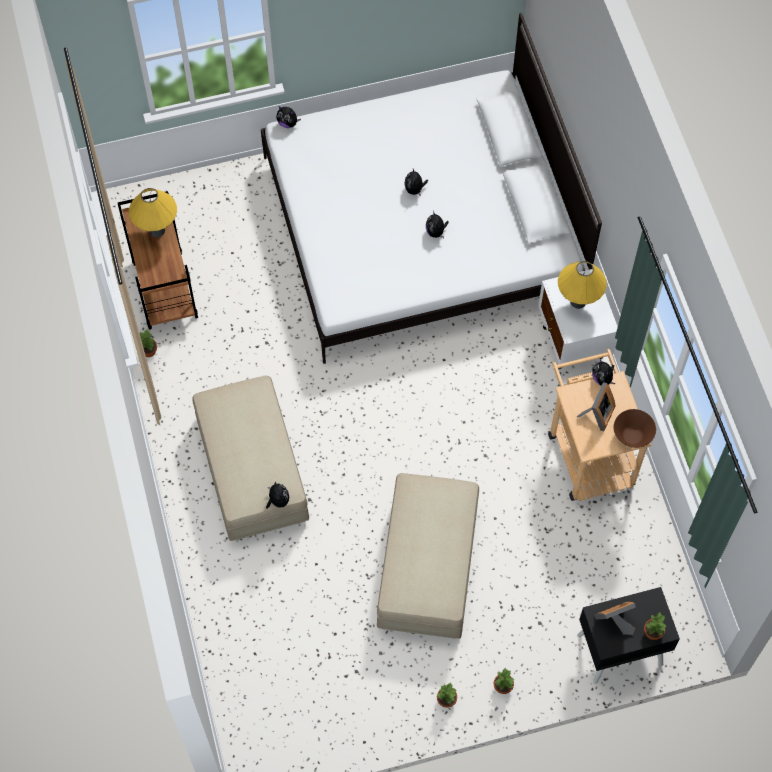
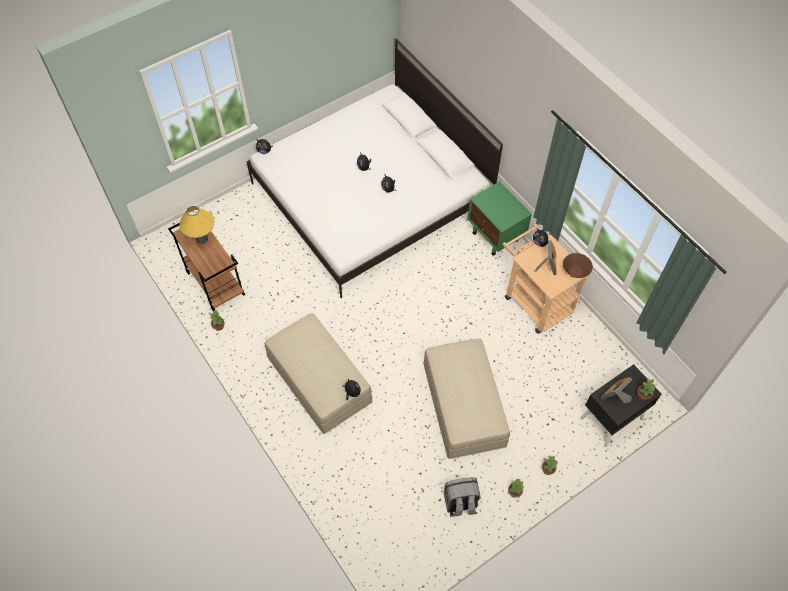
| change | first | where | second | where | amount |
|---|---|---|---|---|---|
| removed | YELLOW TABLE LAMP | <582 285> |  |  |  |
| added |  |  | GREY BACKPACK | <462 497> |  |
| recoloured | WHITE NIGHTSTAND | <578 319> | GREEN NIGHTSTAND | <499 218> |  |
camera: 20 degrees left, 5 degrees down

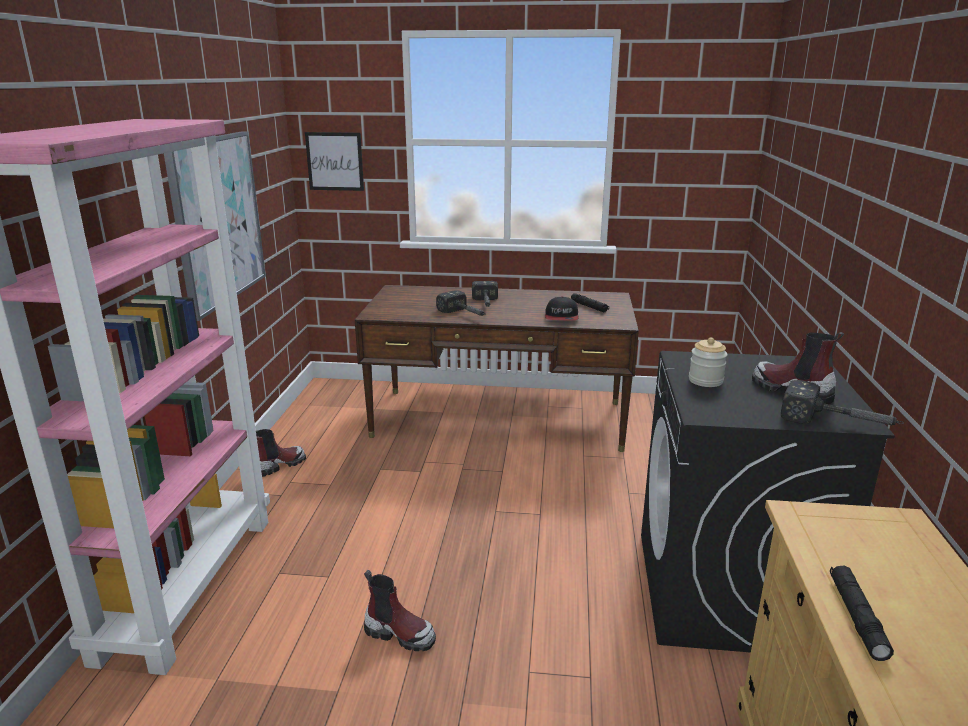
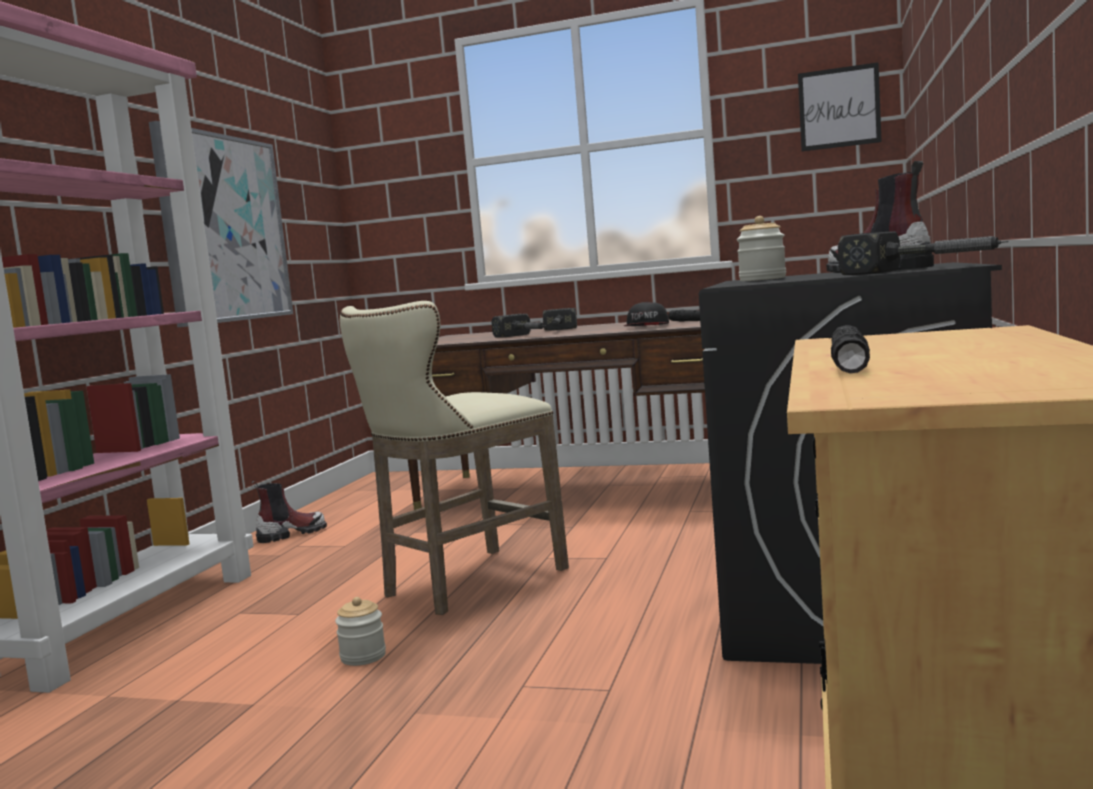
| change | first | where | second | where | amount |
|---|---|---|---|---|---|
| added |  |  | BEIGE STOOL | <454 458> |  |
| moved | PICTURE | <334 161> |  | <840 106> |  |
| replaced | BOOT | <400 610> | JAR | <360 631> |  |
camera: 10 degrees right, 15 degrees down

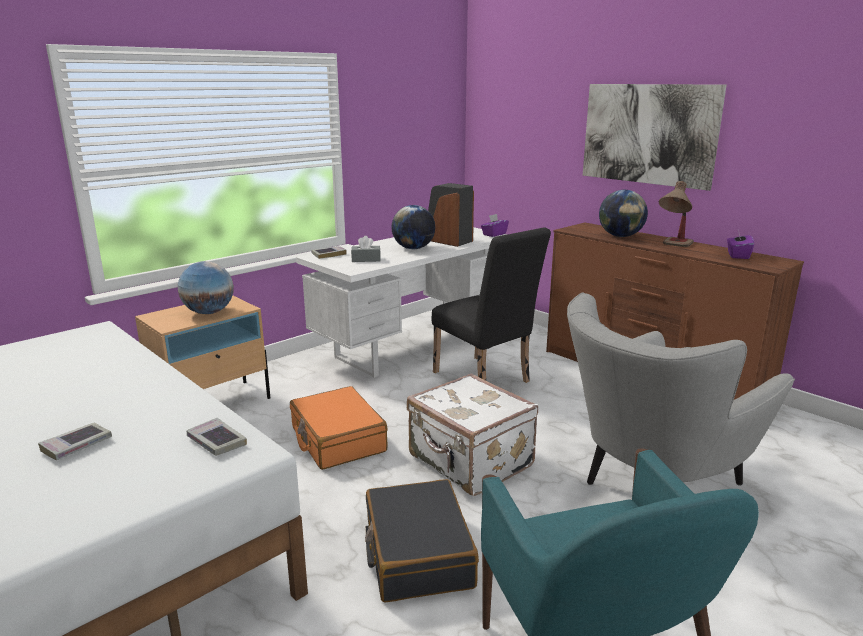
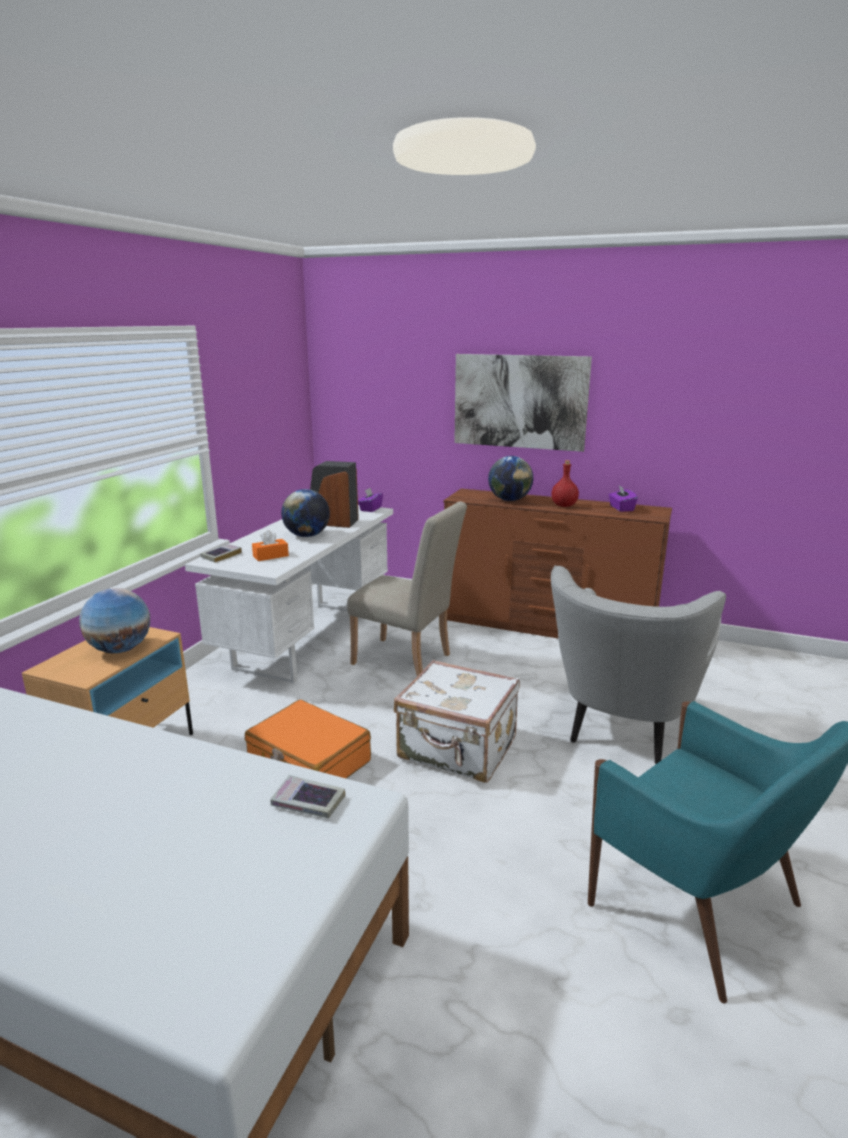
| change | first | where | second | where | amount |
|---|---|---|---|---|---|
| removed | BOOK | <75 441> |  |  |  |
| removed | BLACK SUITCASE | <422 541> |  |  |  |
| replaced | TABLE LAMP | <676 214> | RED BOTTLE | <565 483> |  |
| recoloured | GREY TISSUE BOX | <366 249> | ORANGE TISSUE BOX | <270 545> |  |
| recoloured | BLACK CHAIR | <491 305> | BEIGE CHAIR | <407 588> |  |
camera: 25 degrees left, 0 degrees up

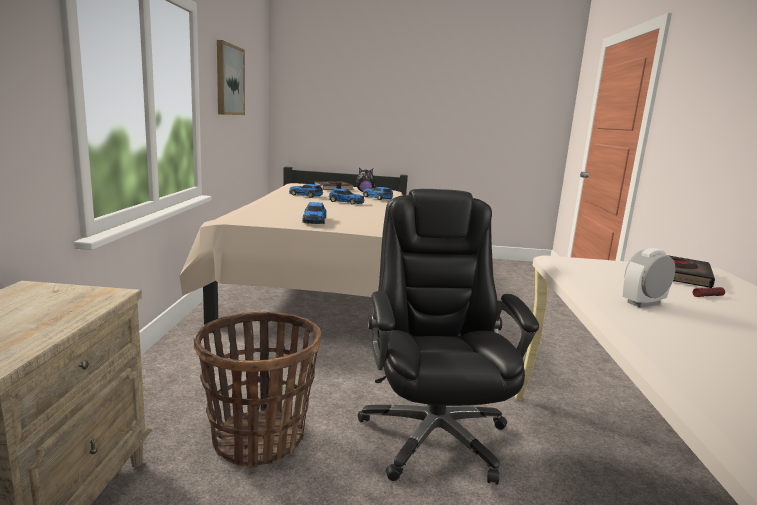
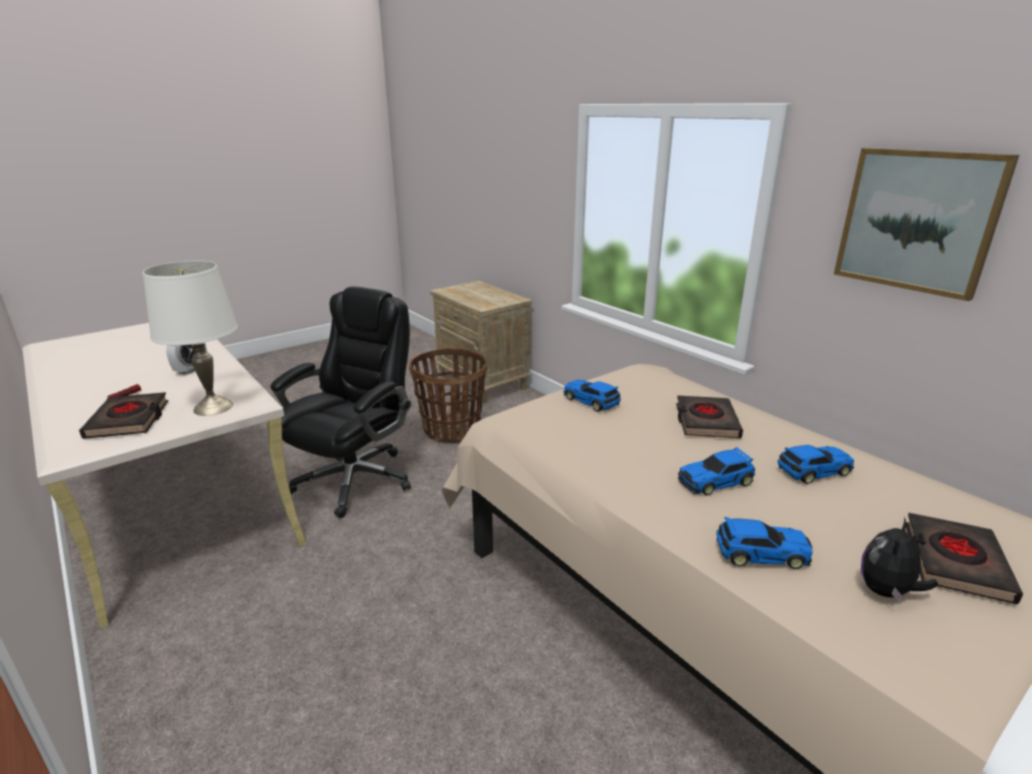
| change | first | where | second | where | amount |
|---|---|---|---|---|---|
| added |  |  | WHITE TABLE LAMP | <190 338> |  |
| added |  |  | BLACK BOOK | <709 416> |  |
| turned | BLACK OFFICE CHAIR | <448 337> |  | <340 402> | 105 degrees counterclockwise |
camera: 140 degrees right, 10 degrees up

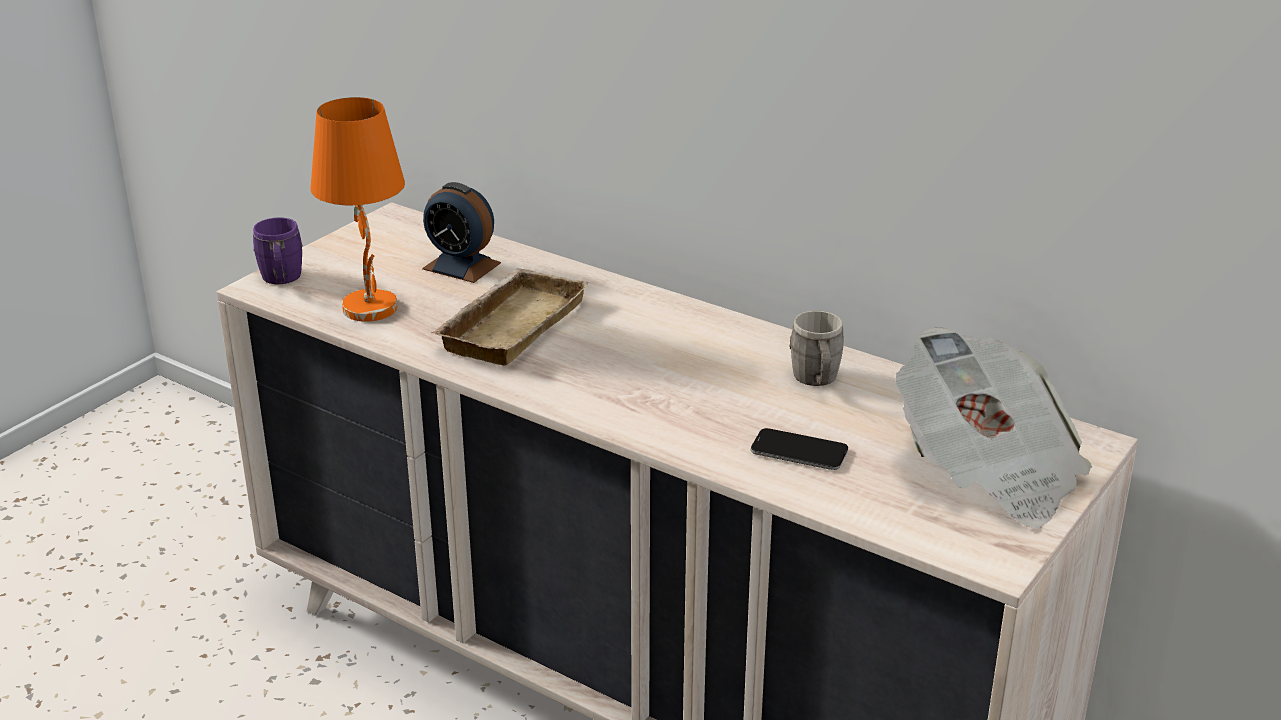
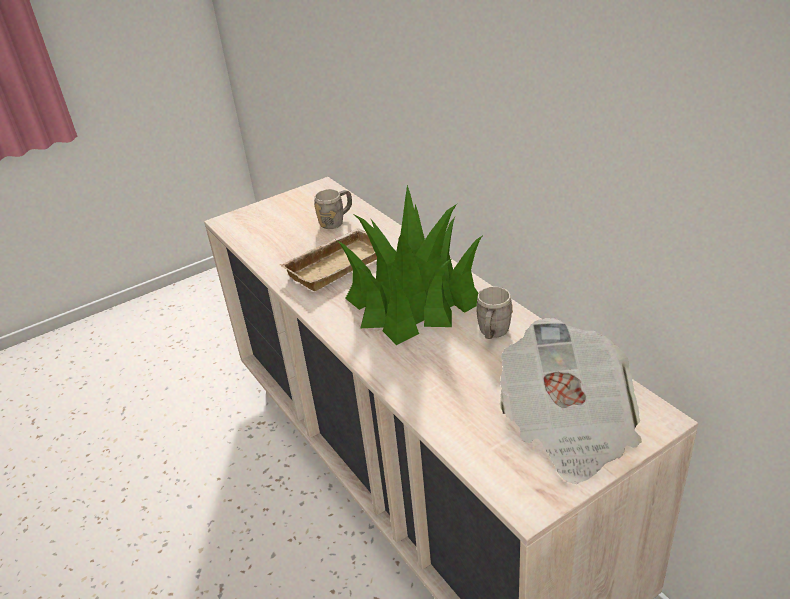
| change | first | where | second | where | amount |
|---|---|---|---|---|---|
| removed | PURPLE MUG | <278 250> |  |  |  |
| removed | ORANGE TABLE LAMP | <357 209> |  |  |  |
| removed | PHONE | <799 449> |  |  |  |
| added |  |  | POTTED PLANT | <409 265> |  |
| replaced | ALARM CLOCK | <461 232> | GREY MUG | <333 209> |  |
camera: 25 degrees right, 5 degrees up

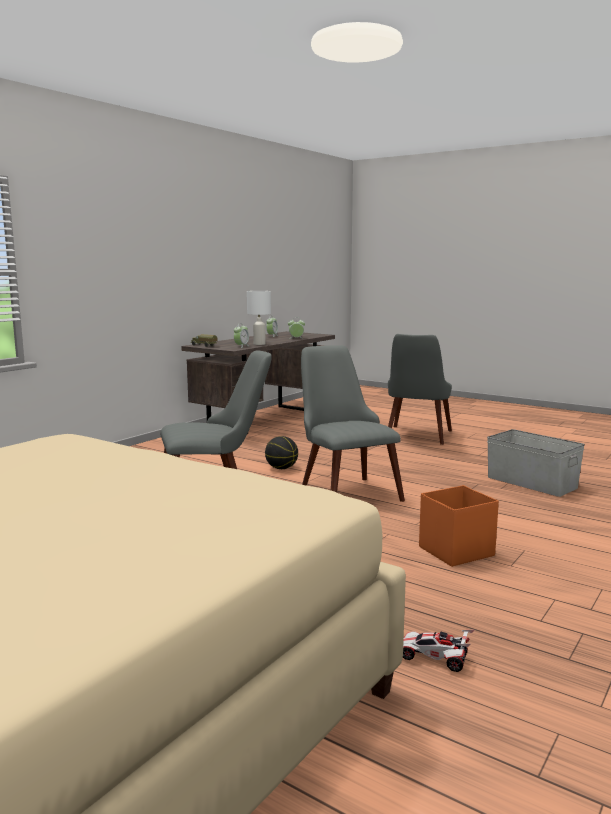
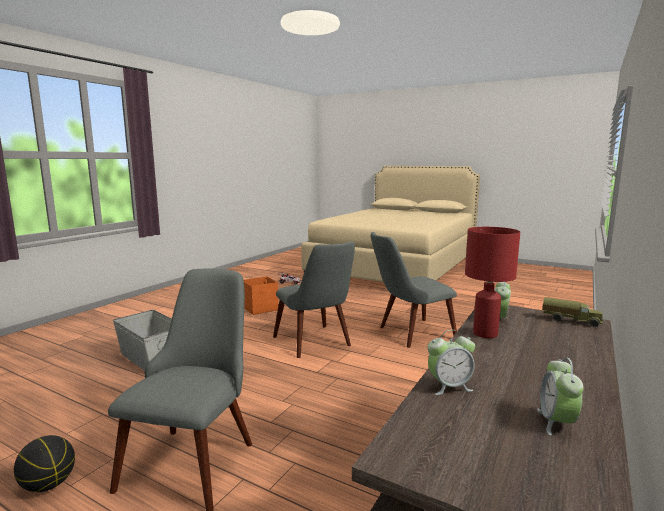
| change | first | where | second | where | amount |
|---|---|---|---|---|---|
| moved | BASKETBALL | <281 452> |  | <44 463> |  |
| recoloured | WHITE TABLE LAMP | <259 318> | RED TABLE LAMP | <492 282> |  |
camera: 175 degrees right, 0 degrees up

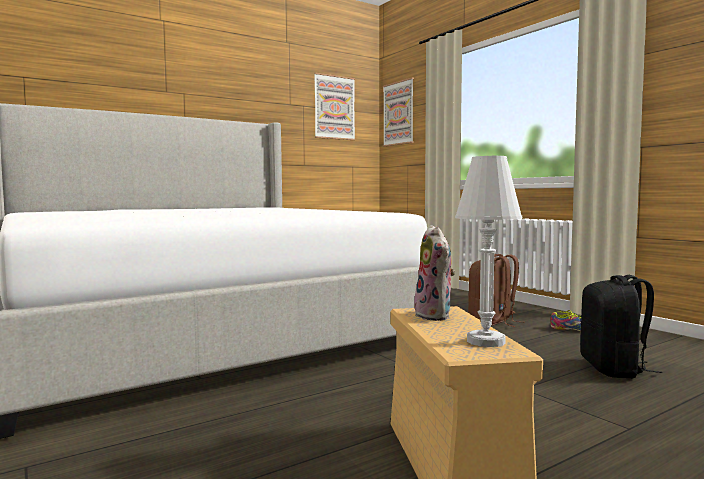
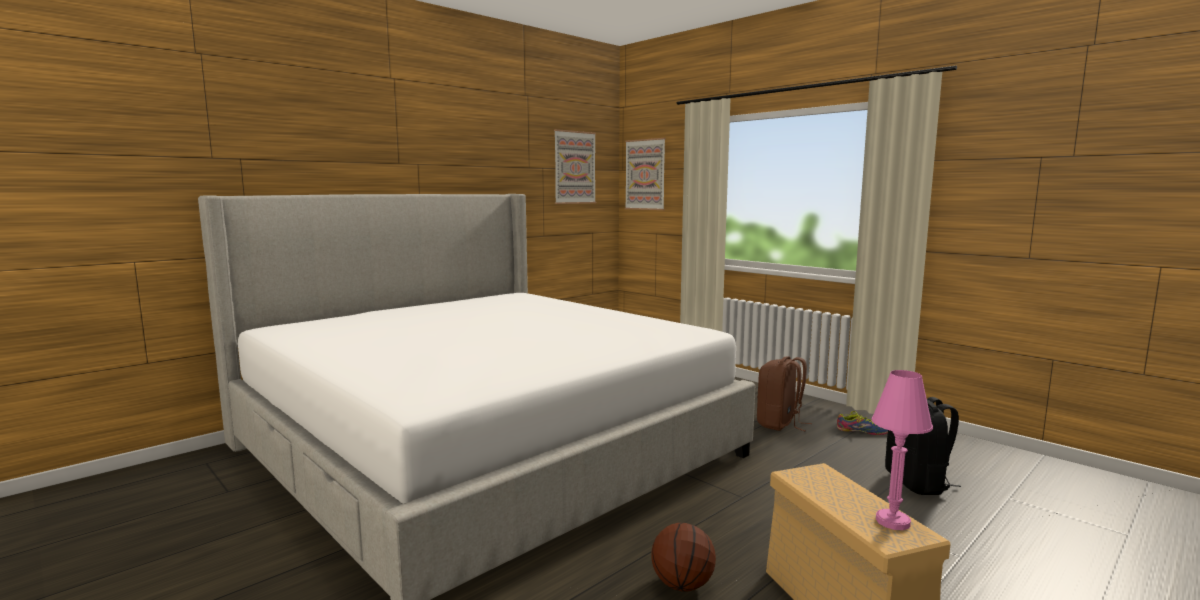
| change | first | where | second | where | amount |
|---|---|---|---|---|---|
| removed | PLUSH TOY | <434 273> |  |  |  |
| added |  |  | BASKETBALL | <683 557> |  |
| recoloured | WHITE TABLE LAMP | <489 251> | PINK TABLE LAMP | <902 450> |  |
camera: 10 degrees left, 5 degrees up

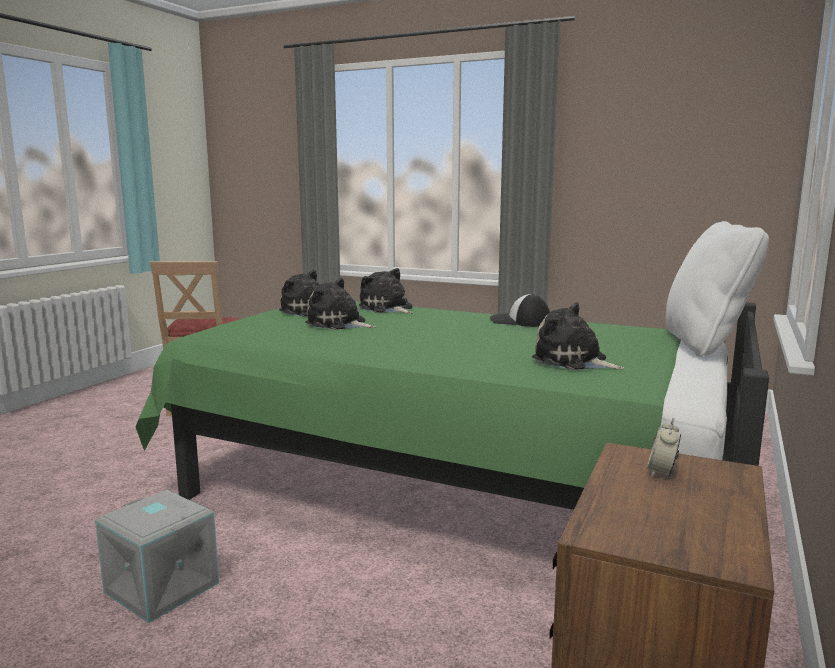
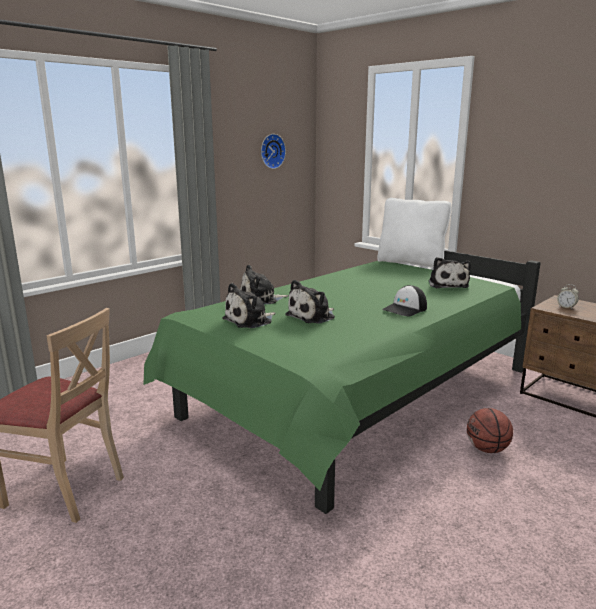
| change | first | where | second | where | amount |
|---|---|---|---|---|---|
| removed | GREY STORAGE BOX | <157 556> |  |  |  |
| added |  |  | WALL CLOCK | <273 151> |  |
| added |  |  | BASKETBALL | <490 430> |  |
| moved | CAP | <520 310> |  | <404 301> |  |
| turned | PLUSH TOY | <578 336> |  | <450 272> | 60 degrees counterclockwise |
camera: 70 degrees left, 5 degrees up

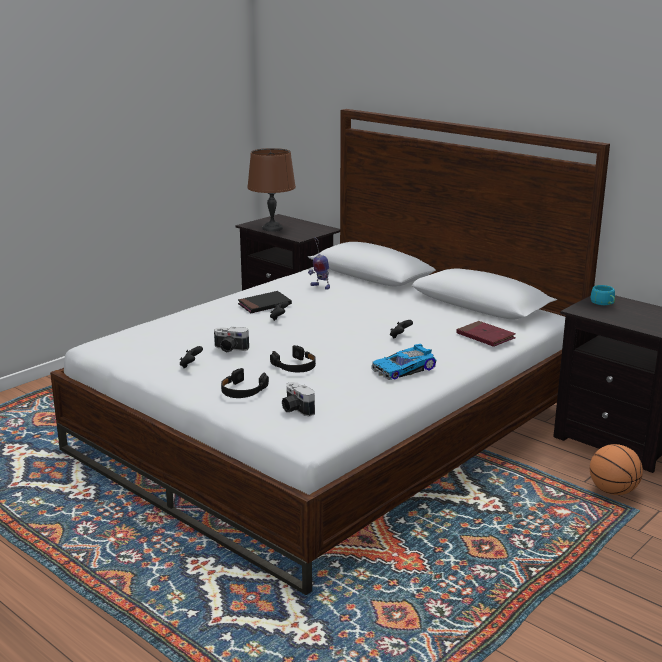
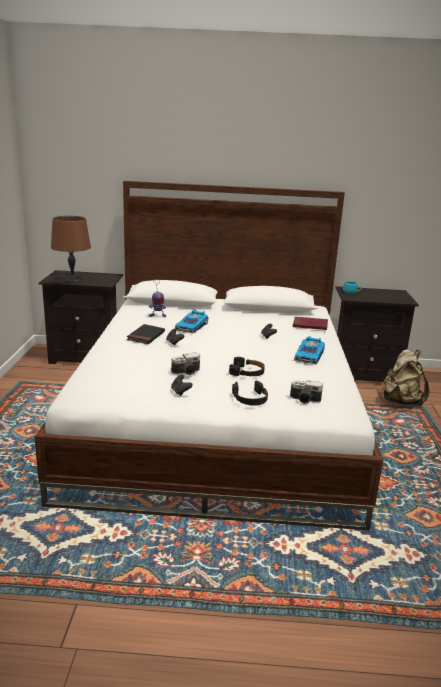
| change | first | where | second | where | amount |
|---|---|---|---|---|---|
| added |  |  | TOY CAR | <191 322> |  |
| replaced | BASKETBALL | <616 469> | BEIGE BACKPACK | <405 378> |  |
camera: 40 degrees left, 0 degrees up

